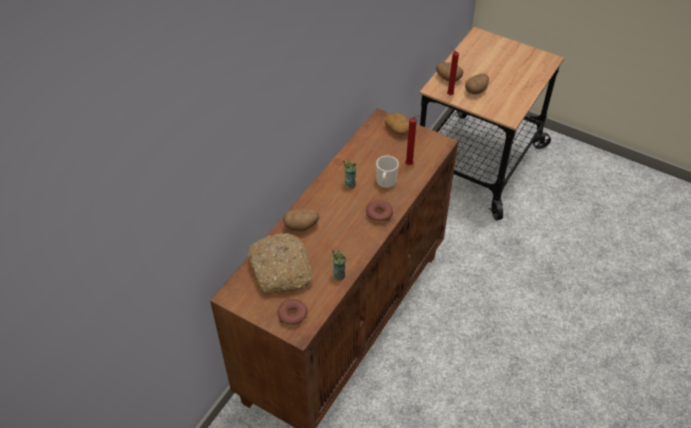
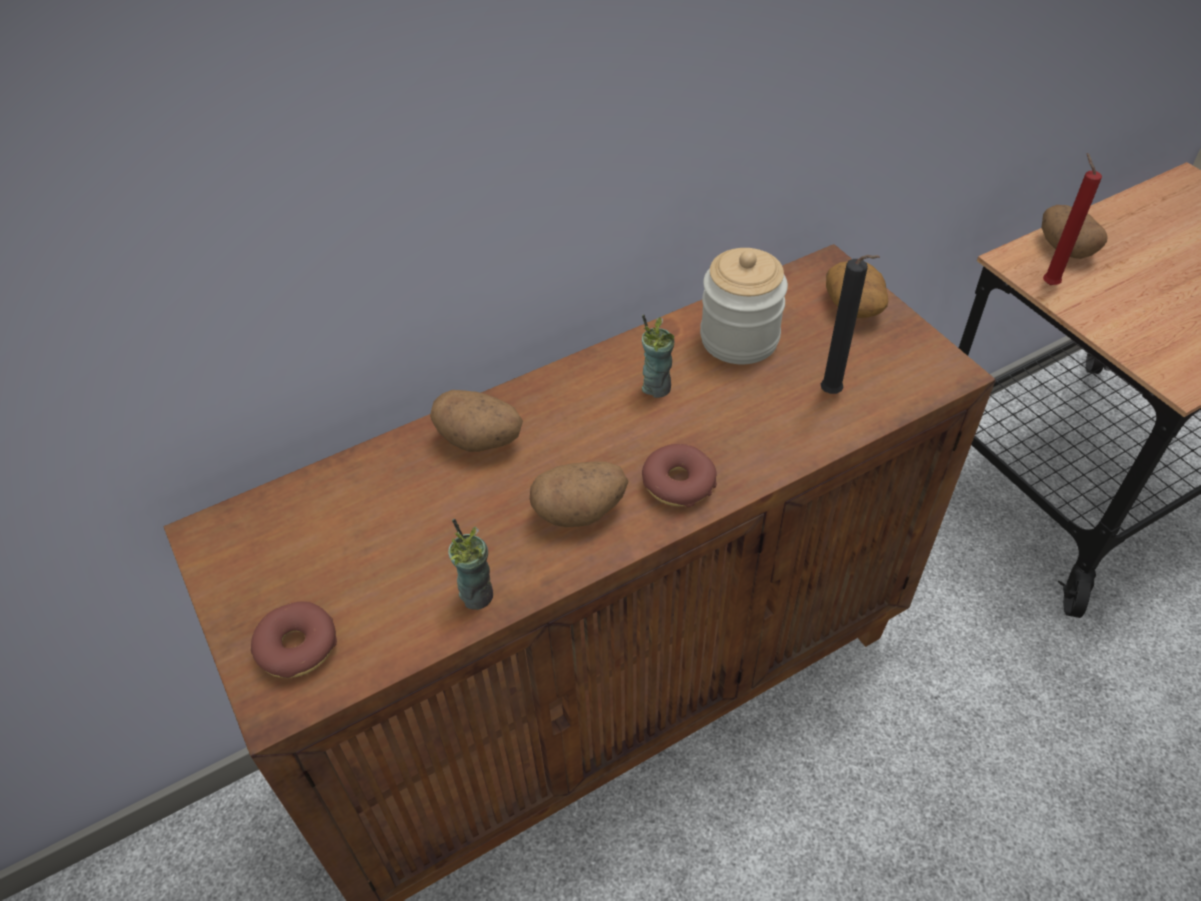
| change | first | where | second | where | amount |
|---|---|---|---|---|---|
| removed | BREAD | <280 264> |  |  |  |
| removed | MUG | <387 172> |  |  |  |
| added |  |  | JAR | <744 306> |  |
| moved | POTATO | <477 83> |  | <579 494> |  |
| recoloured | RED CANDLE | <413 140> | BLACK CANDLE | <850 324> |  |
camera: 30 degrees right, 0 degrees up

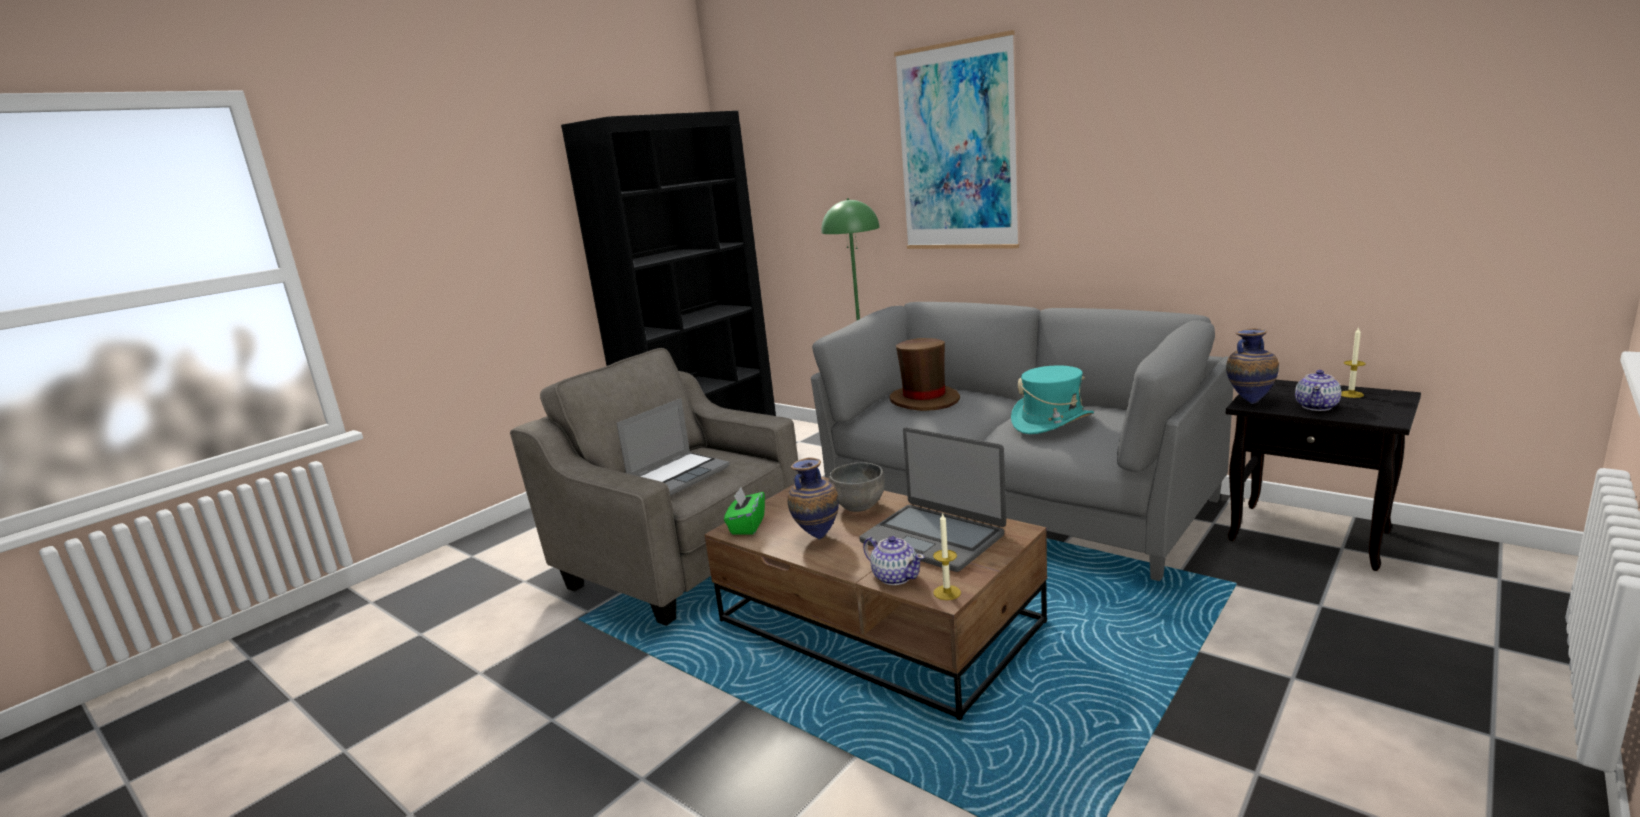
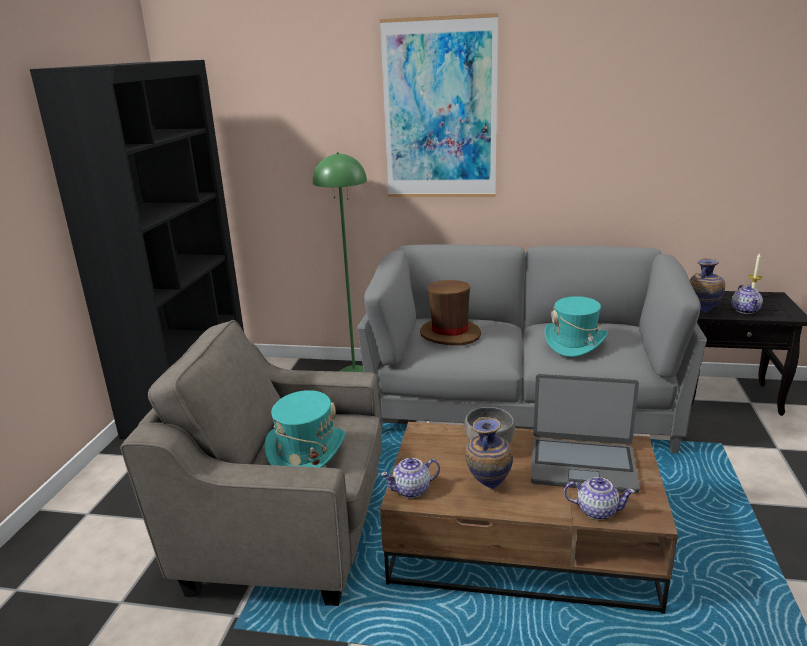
| change | first | where | second | where | amount |
|---|---|---|---|---|---|
| removed | CANDLE | <947 556> |  |  |  |
| replaced | LAPTOP | <673 447> | TURQUOISE HAT | <304 428> |  |
| replaced | GREEN TISSUE BOX | <744 511> | TEAPOT | <410 478> |  |
camera: 30 degrees left, 5 degrees up

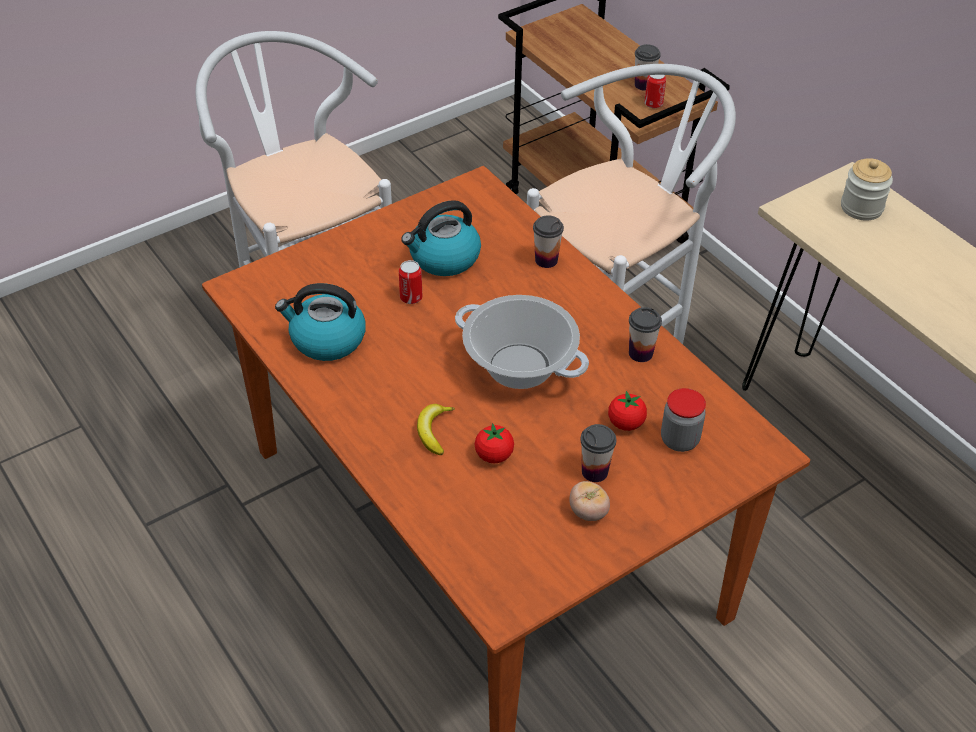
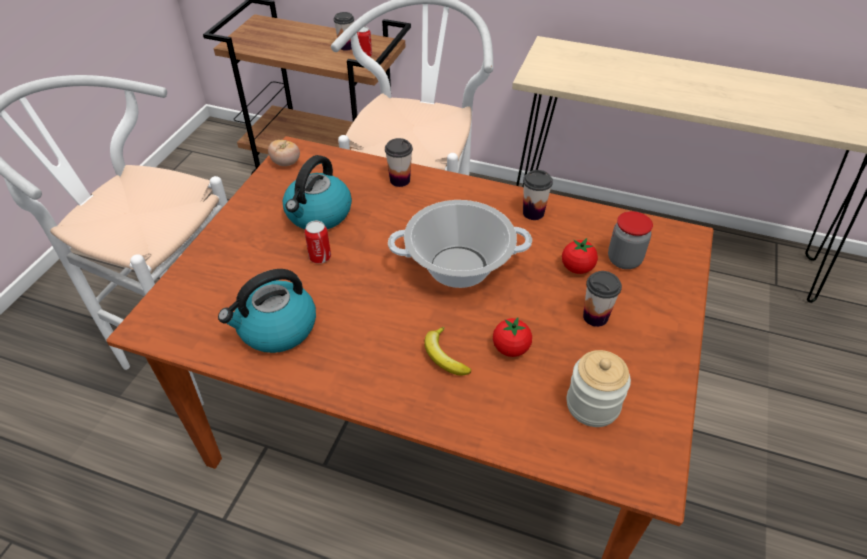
| change | first | where | second | where | amount |
|---|---|---|---|---|---|
| moved | TOMATO | <589 501> |  | <284 153> |  |
| moved | JAR | <867 189> |  | <599 388> |  |
camera: 35 degrees left, 0 degrees up

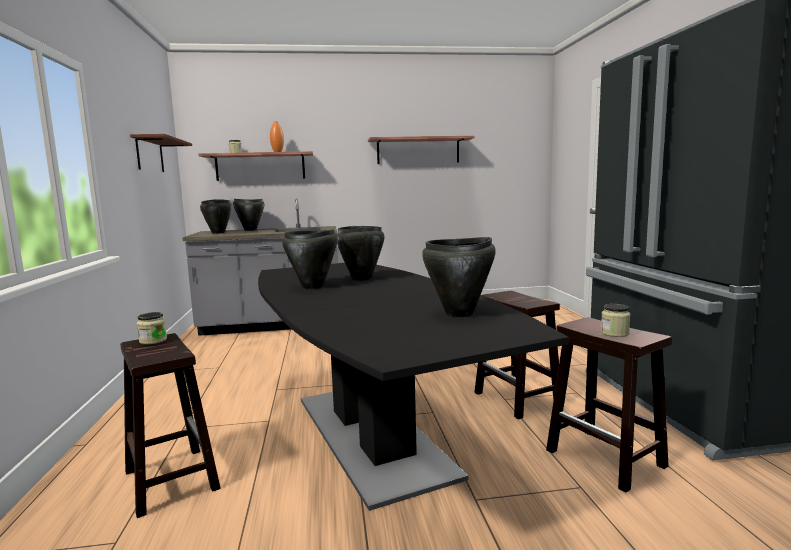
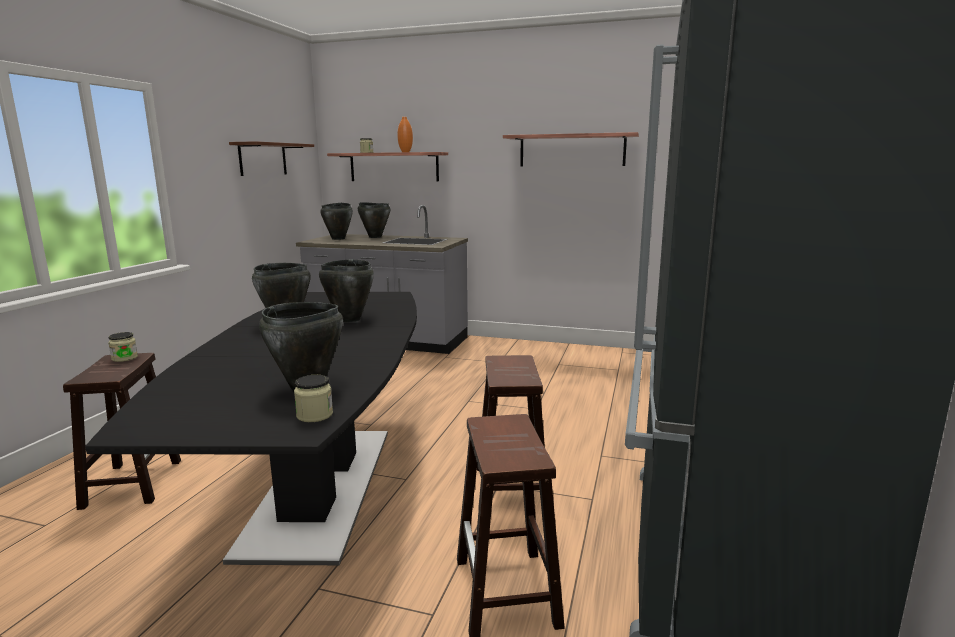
| change | first | where | second | where | amount |
|---|---|---|---|---|---|
| moved | JAR | <615 320> |  | <313 398> |  |
camera: 25 degrees right, 5 degrees up

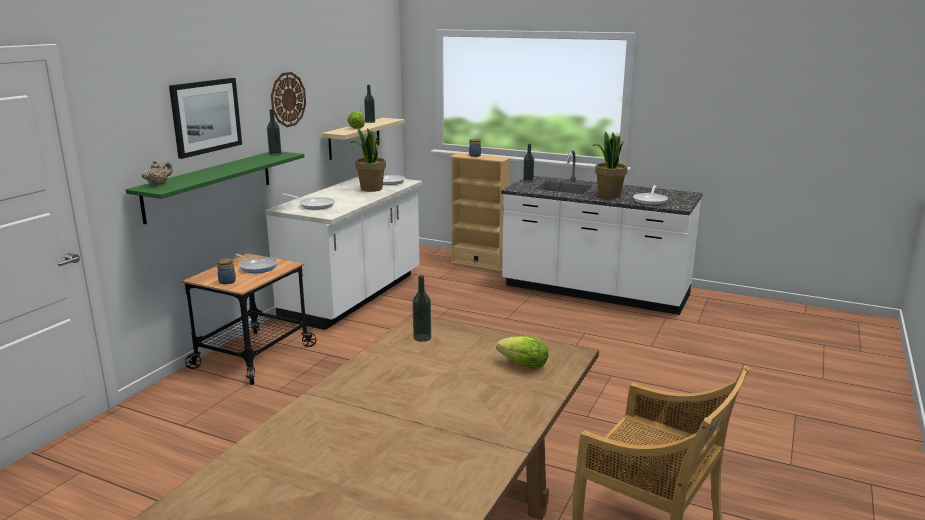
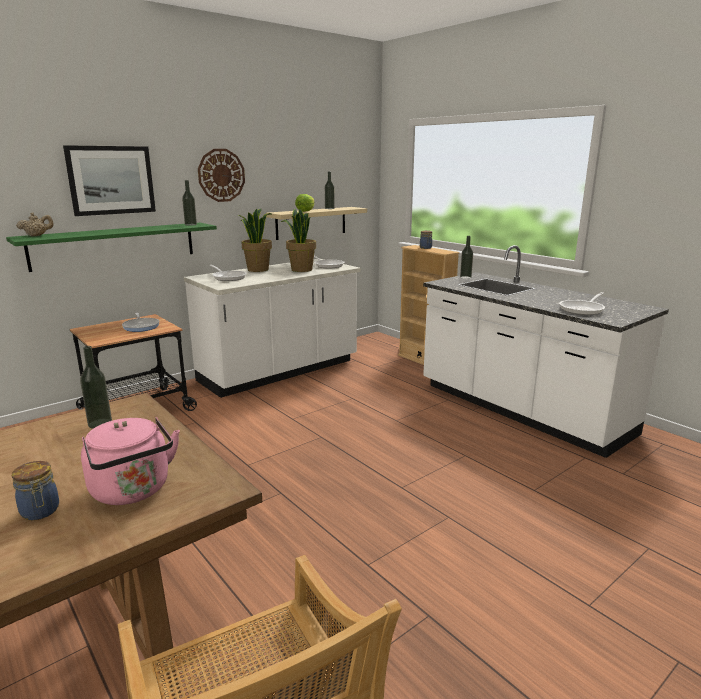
| change | first | where | second | where | amount |
|---|---|---|---|---|---|
| moved | JAR | <226 271> |  | <35 490> |  |
| moved | POTTED PLANT | <610 164> |  | <255 240> |  |
| replaced | LETTUCE | <522 352> | PINK KETTLE | <130 461> |  |
camera: 25 degrees right, 0 degrees up

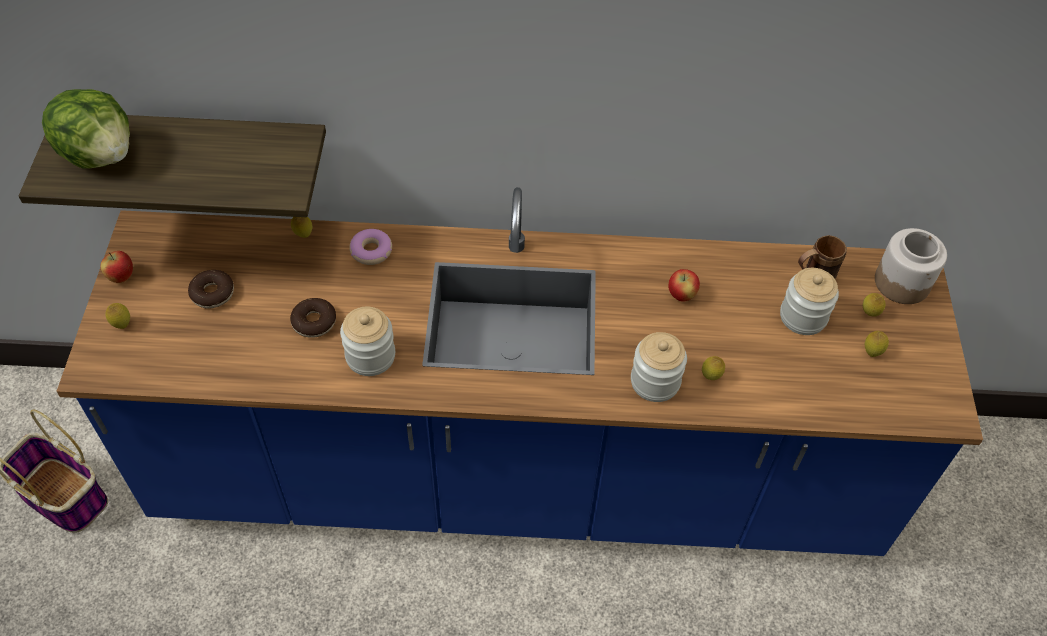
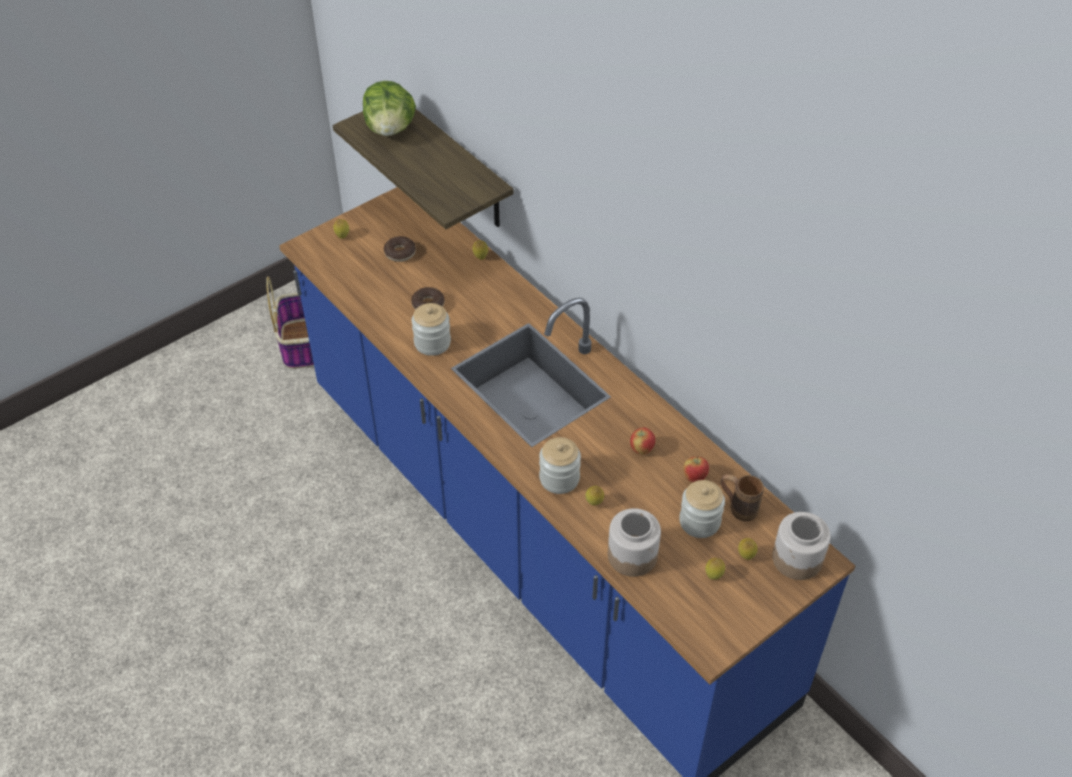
| change | first | where | second | where | amount |
|---|---|---|---|---|---|
| removed | DONUT | <370 247> |  |  |  |
| added |  |  | JAR | <634 542> |  |
| moved | APPLE | <116 267> |  | <696 469> |  |
camera: 50 degrees right, 5 degrees down

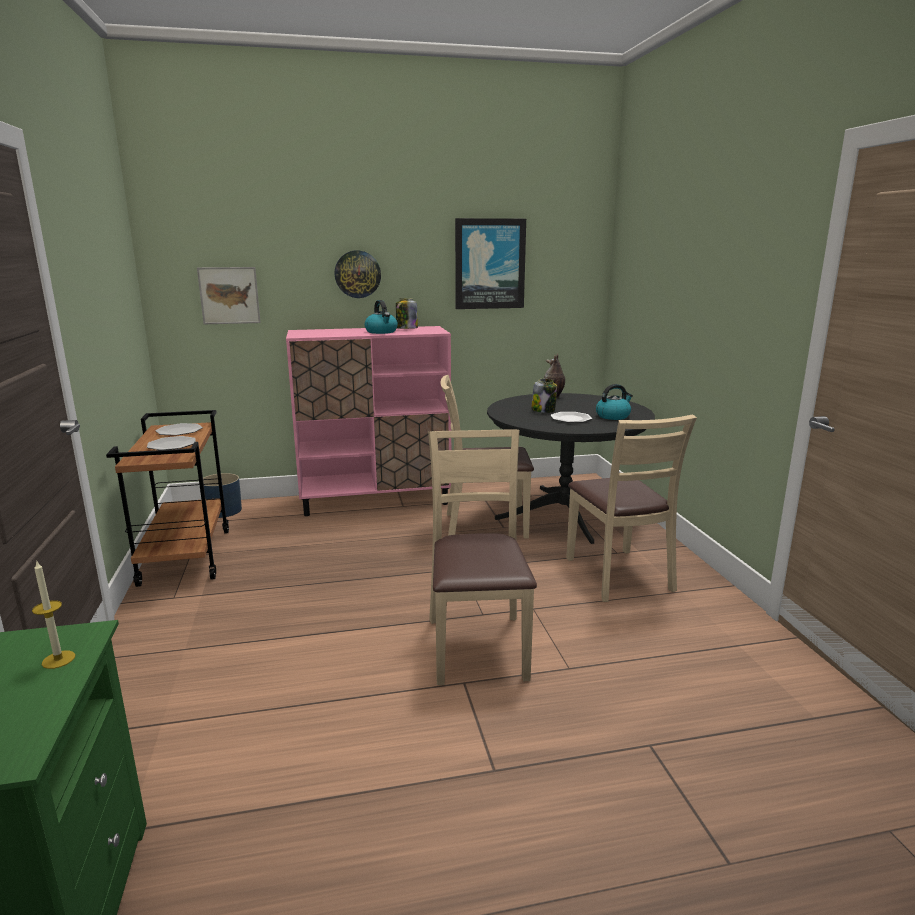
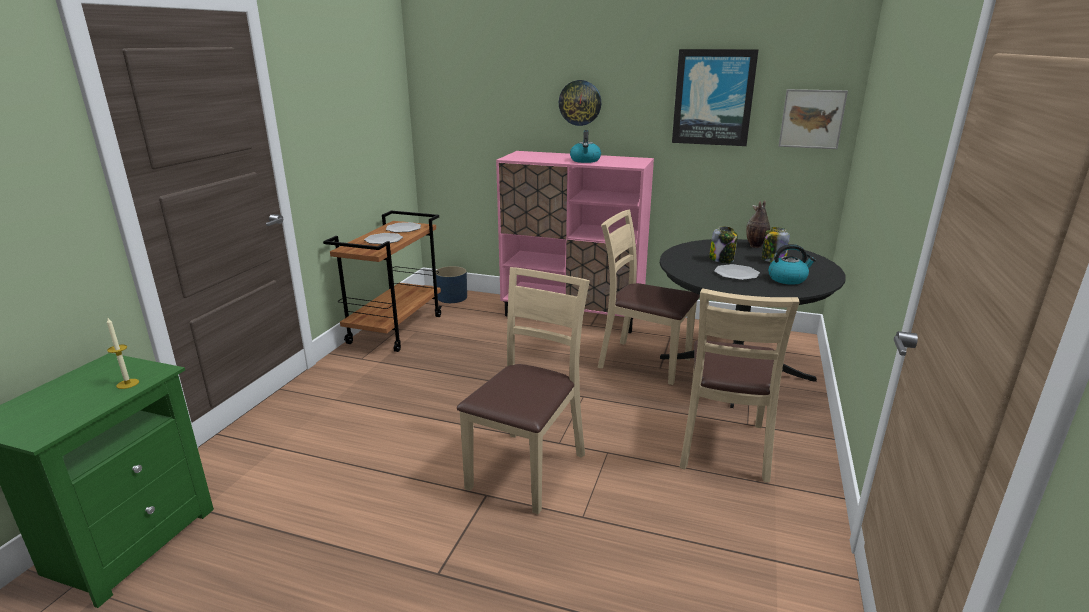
| change | first | where | second | where | amount |
|---|---|---|---|---|---|
| moved | PICTURE | <229 295> |  | <813 119> |  |
| moved | JAR | <407 313> |  | <776 244> |  |
camera: 30 degrees right, 5 degrees up

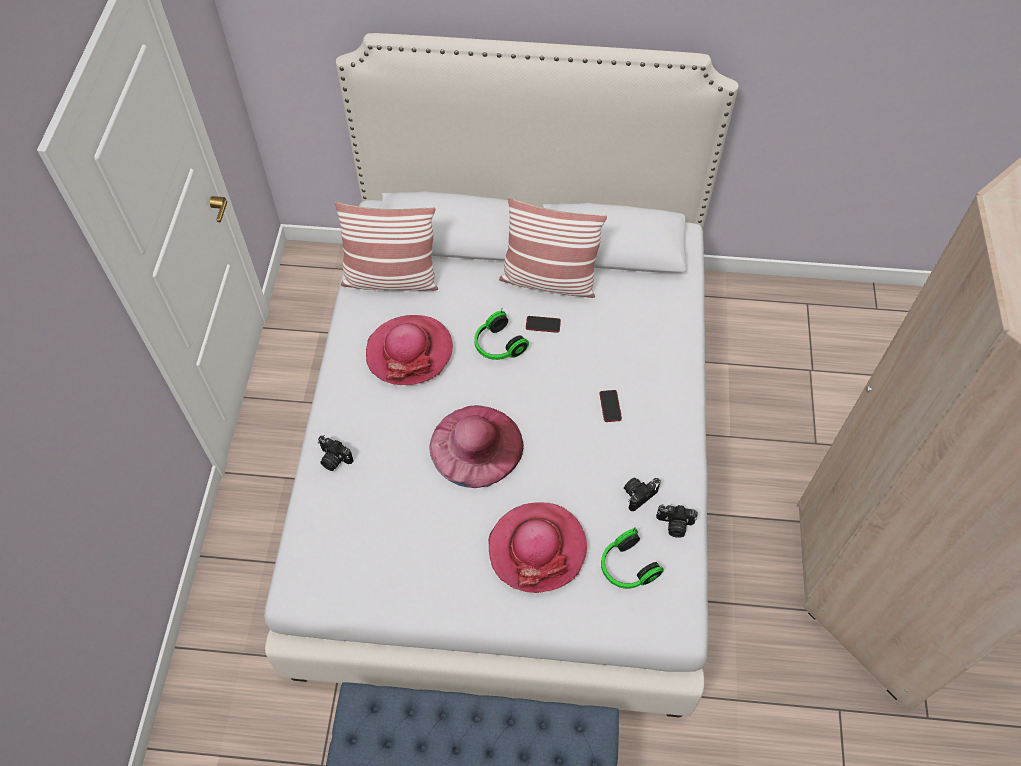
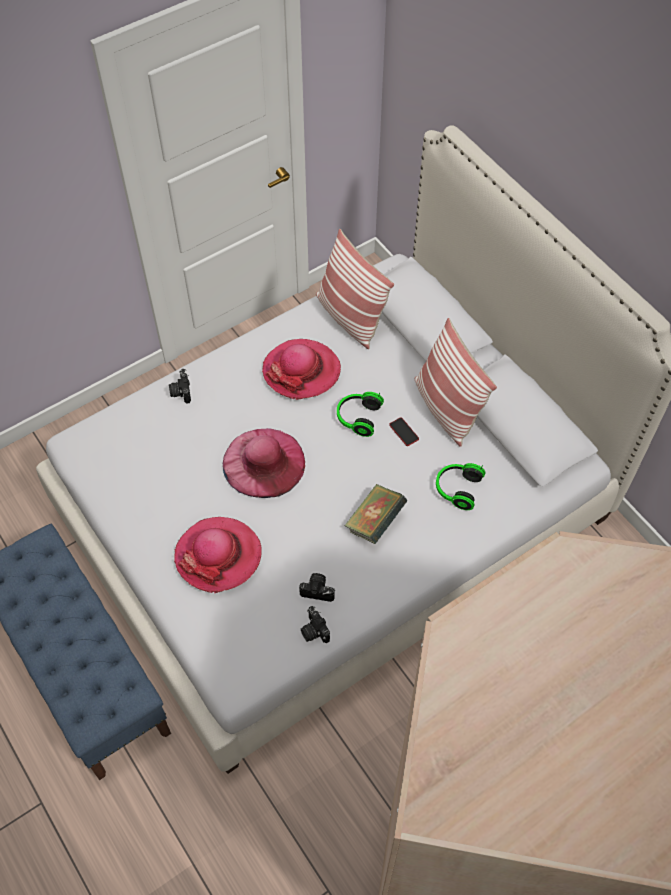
| change | first | where | second | where | amount |
|---|---|---|---|---|---|
| moved | HEADPHONES | <632 558> |  | <460 486> |  |
| replaced | PHONE | <610 406> | BOOK | <376 514> |  |
camera: 50 degrees right, 0 degrees up

